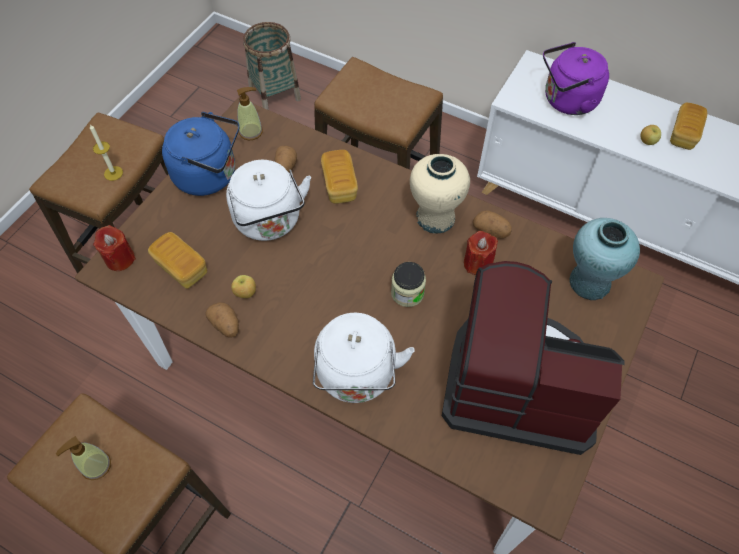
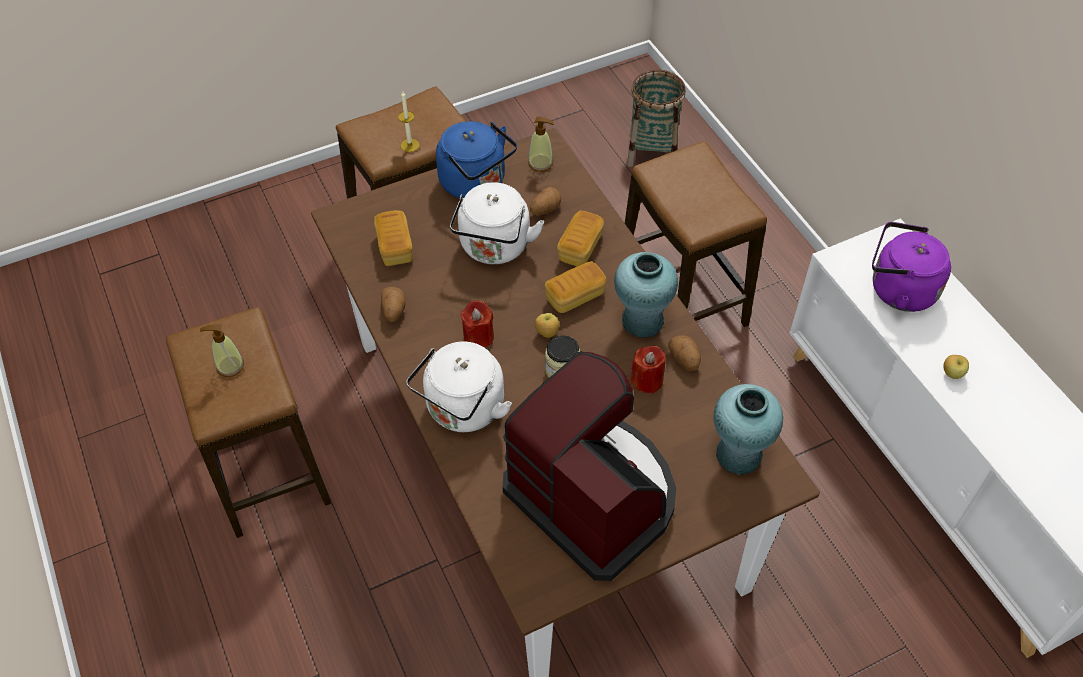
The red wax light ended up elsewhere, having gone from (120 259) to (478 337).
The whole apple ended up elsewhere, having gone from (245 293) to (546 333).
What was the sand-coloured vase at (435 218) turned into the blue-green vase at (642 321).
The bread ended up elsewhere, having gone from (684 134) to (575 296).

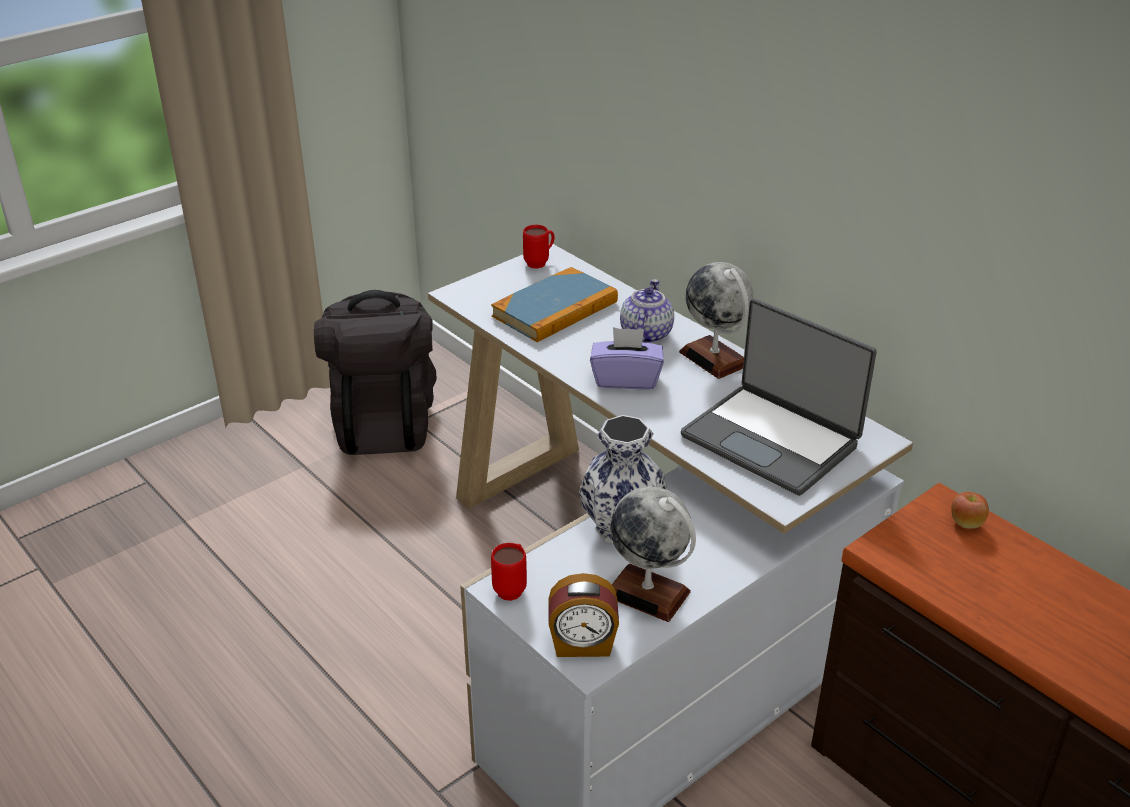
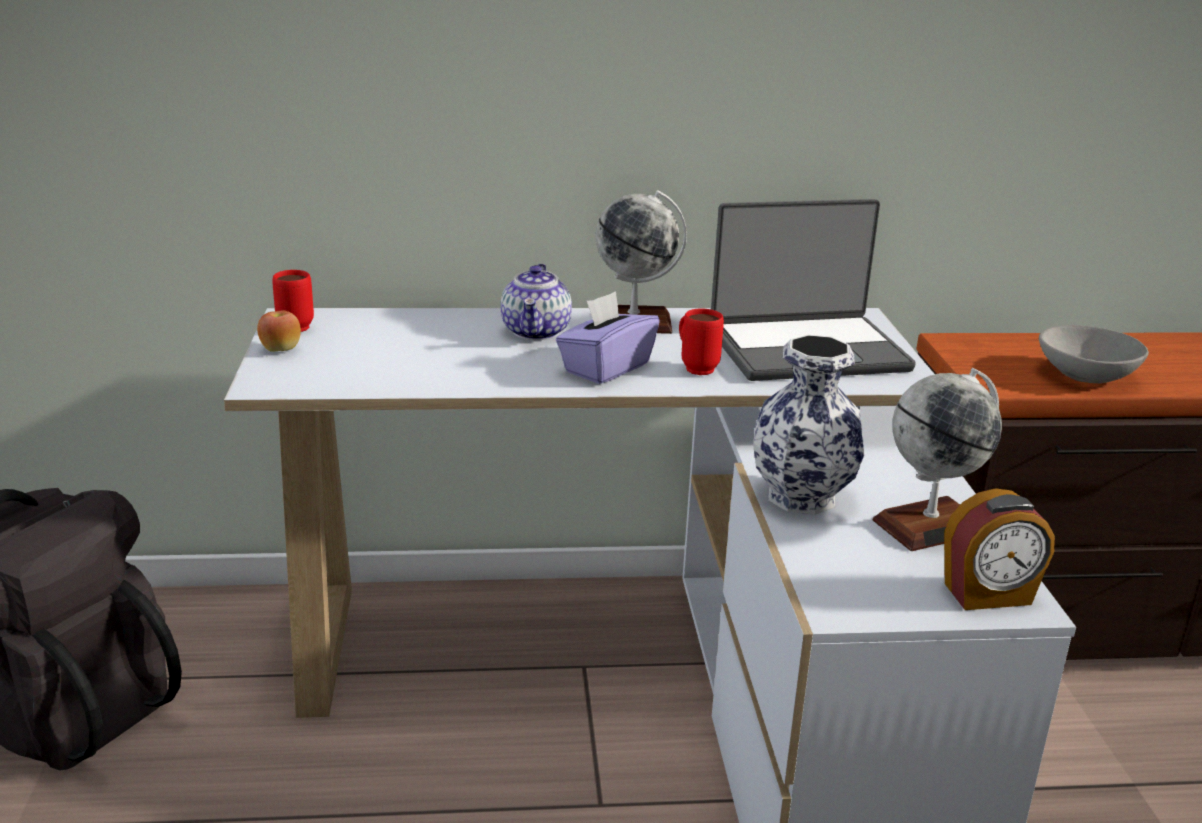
The second view lost the volume at (555 309).
The red coffee mug ended up elsewhere, having gone from (512 587) to (695 367).
The alarm clock at (583 645) ended up facing another way, 45 degrees clockwise from before.
The pot for tea at (645 334) ended up facing another way, 135 degrees counterclockwise from before.
The whole apple ended up elsewhere, having gone from (966 523) to (280 350).
The second view gained the greyish serving bowl at (1086 376).

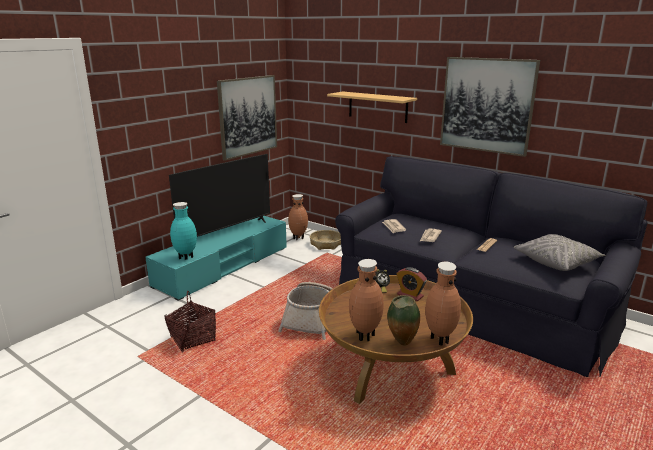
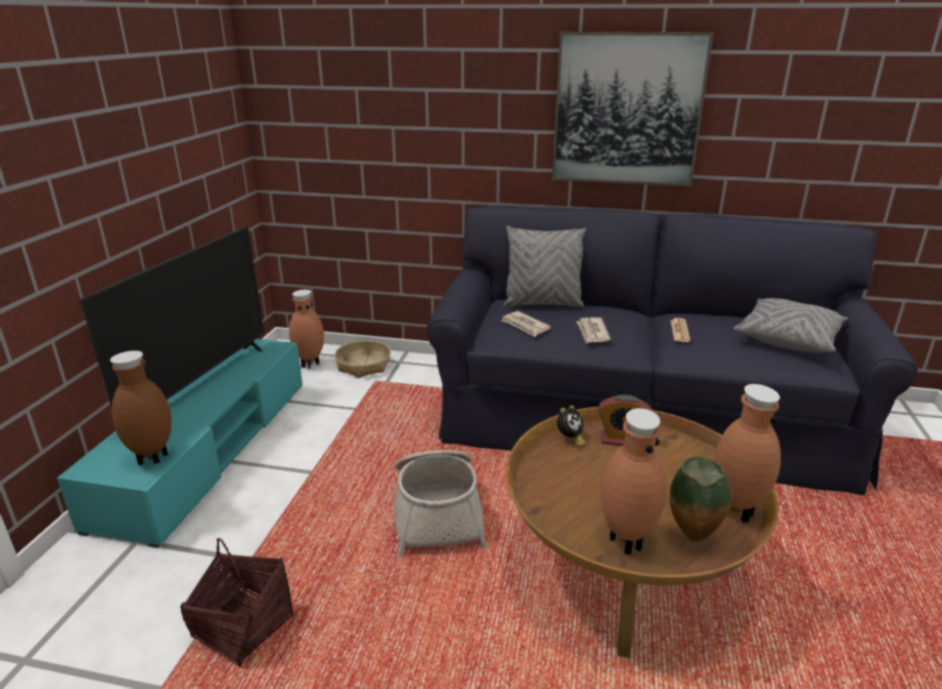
What was the blue-green vase at (186 258) turned into the brownish vase at (153 459).
The second view lost the wall picture at (248 116).
The second view lost the shelf at (377 107).
The second view gained the greyish throw pillow at (542 303).

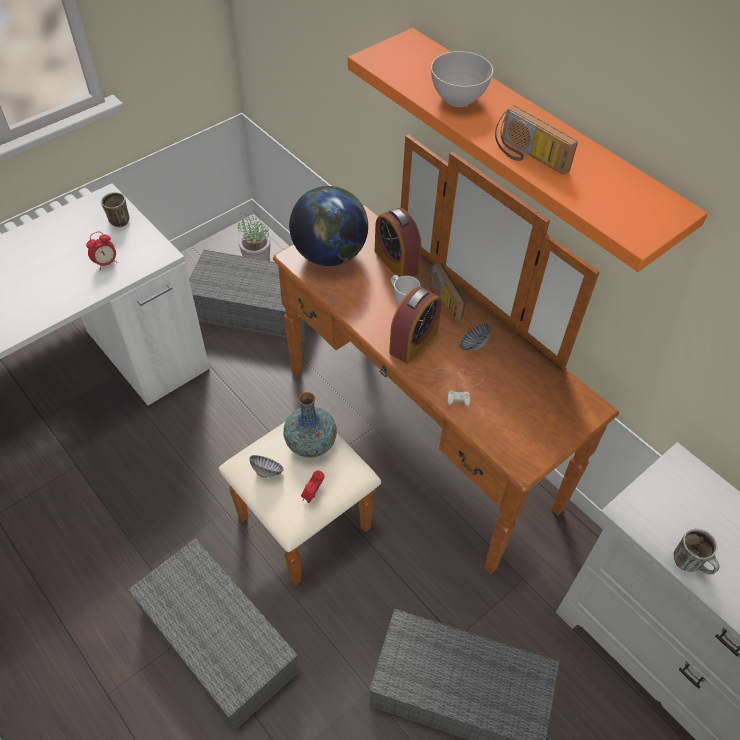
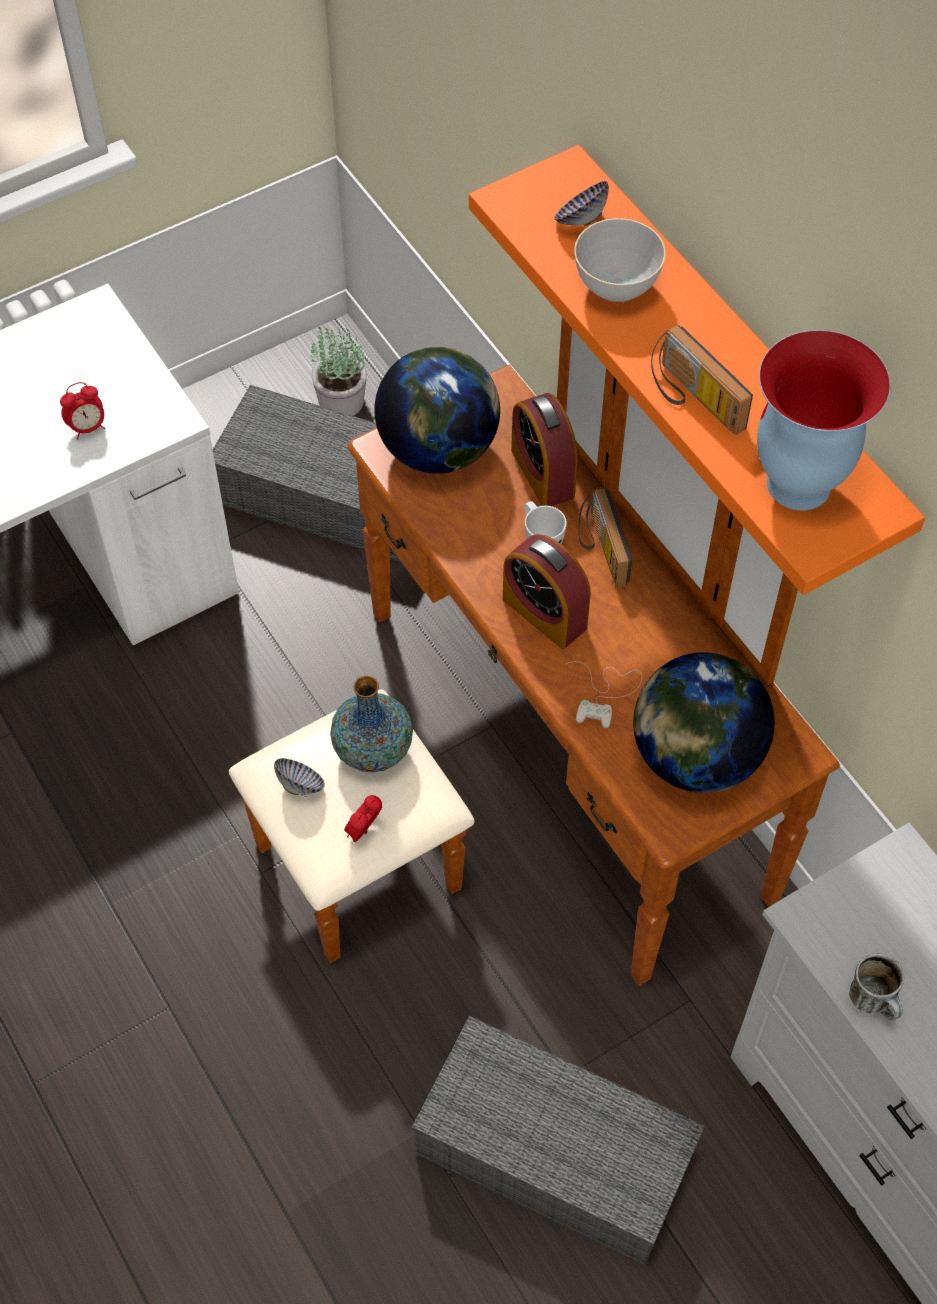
The second view lost the coffee mug at (117 220).
The second view lost the greyish storage bin at (221 640).
The alarm clock at (414 341) ended up facing another way, 90 degrees clockwise from before.
The serving bowl ended up elsewhere, having gone from (473 345) to (581 220).
The second view gained the globe at (695 756).
The second view gained the vase at (798 486).

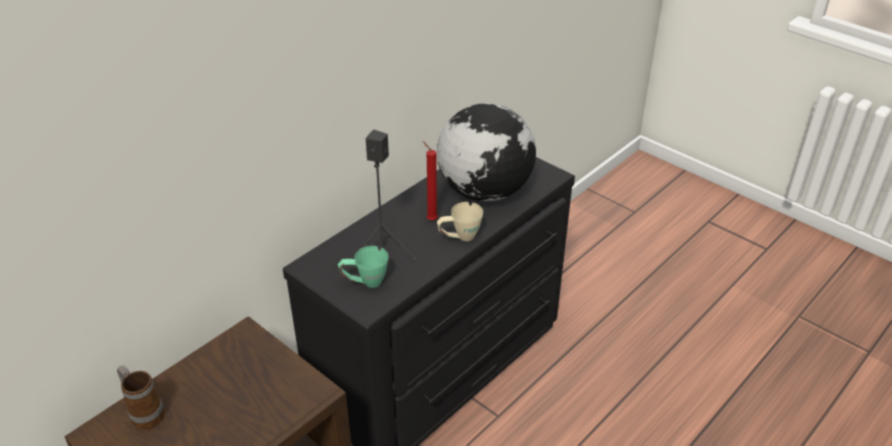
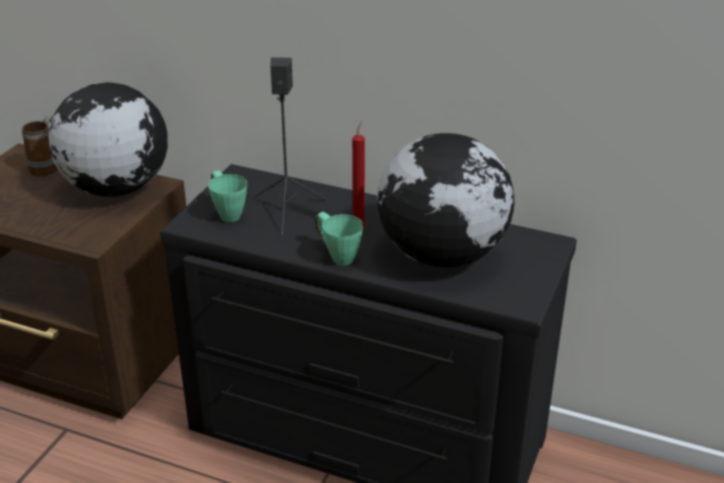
What was the sand-coloured coffee mug at (459 238) turned into the green coffee mug at (336 255).
The second view gained the globe at (115 188).

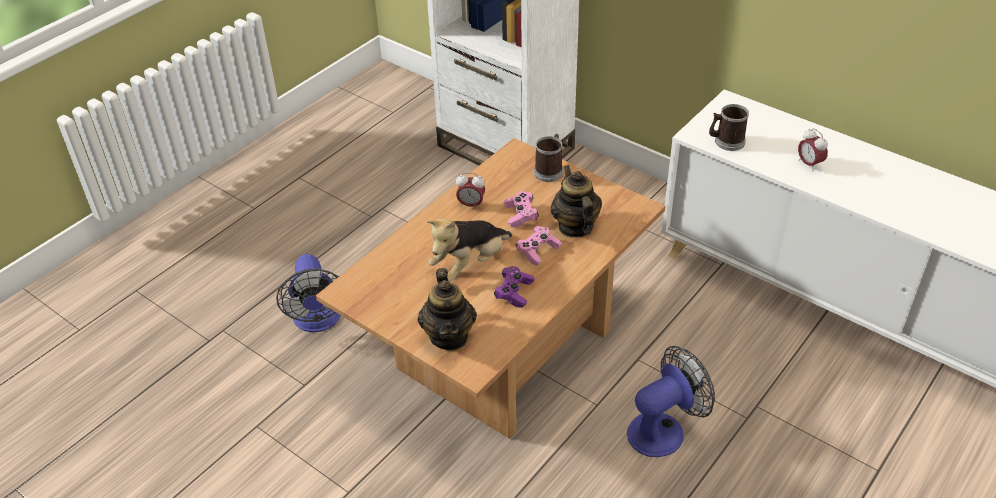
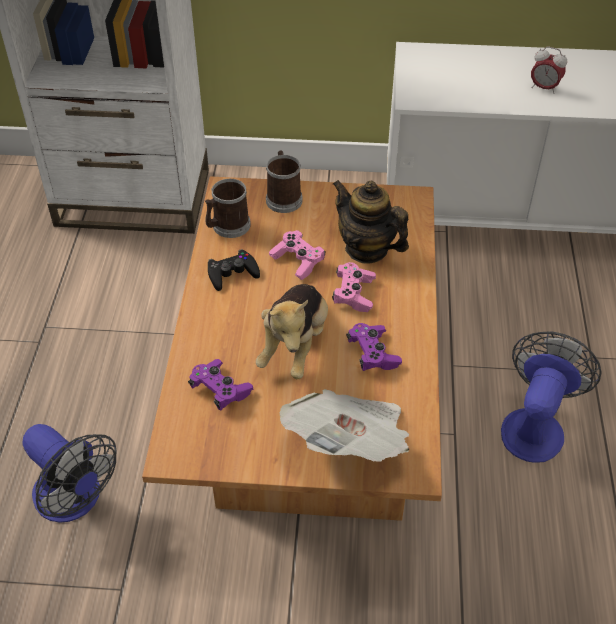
Where the pot for tea stood at (449 336), the daily paper came to stand at (349 443).
Where the alarm clock stood at (471 205), the blackish game controller came to stand at (232 274).
The coffee mug ended up elsewhere, having gone from (726 142) to (227 226).
The second view gained the purple game controller at (220 390).

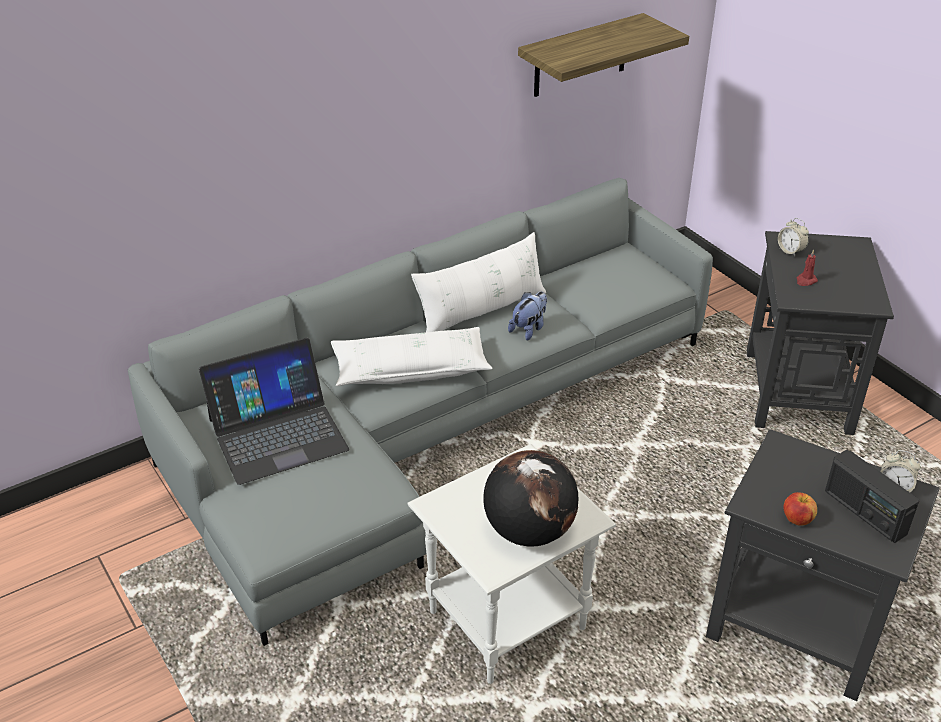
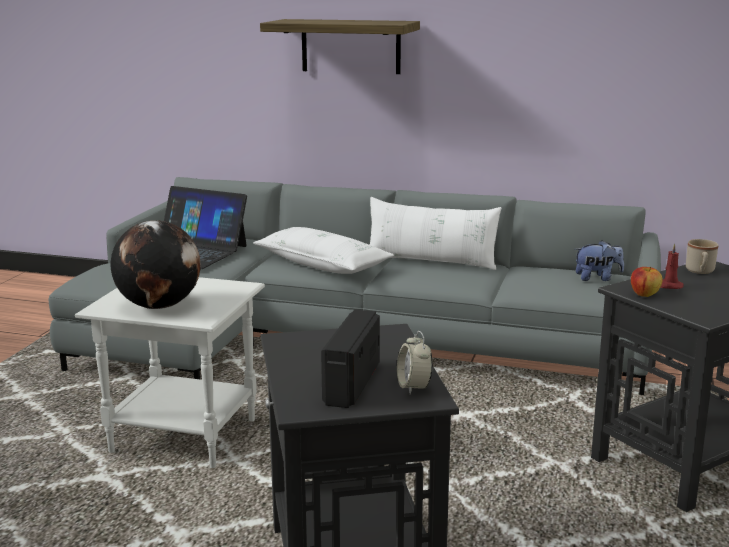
The soft toy ended up elsewhere, having gone from (529 329) to (597 278).
The shelf ended up elsewhere, having gone from (580 56) to (350 46).
Where the alarm clock stood at (790 251), the sand-coloured coffee mug came to stand at (700 271).
The whole apple ended up elsewhere, having gone from (797 519) to (644 294).

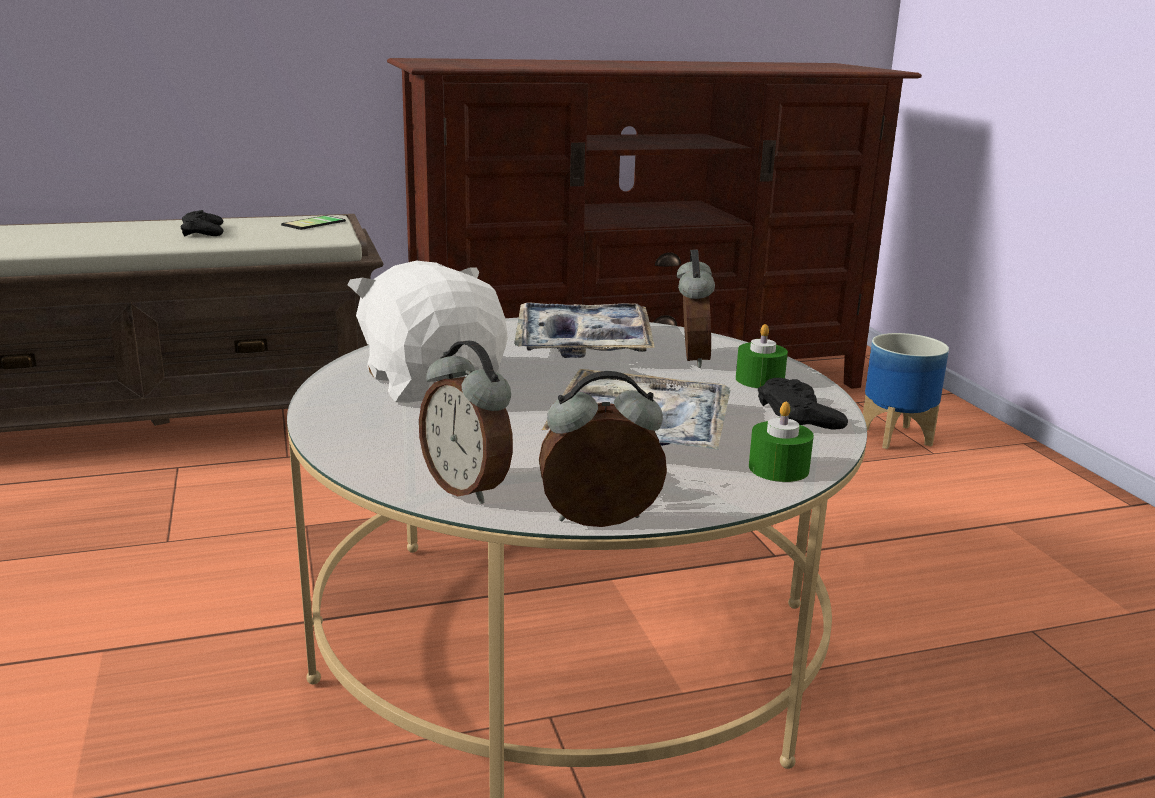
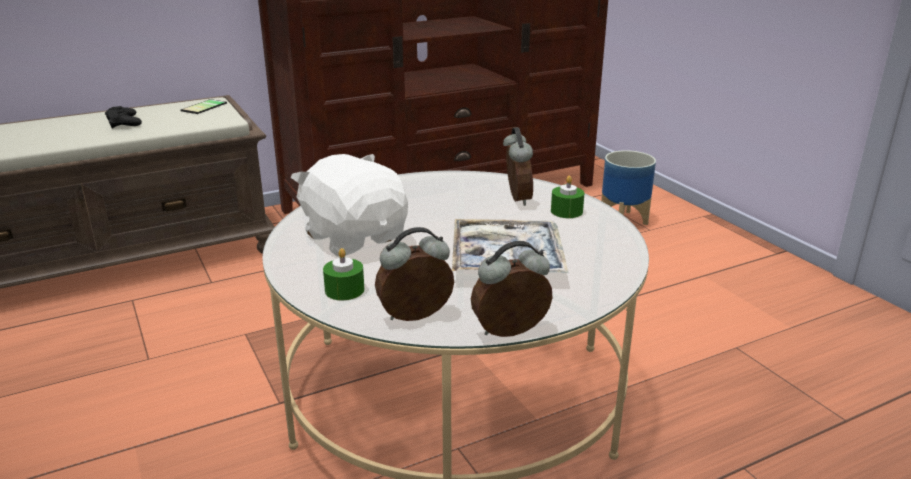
The alarm clock at (468 488) ended up facing another way, 120 degrees clockwise from before.
The second view lost the carrying tray at (583 344).
The green wax light ended up elsewhere, having gone from (778 468) to (344 290).
The second view lost the blackish game controller at (799 415).

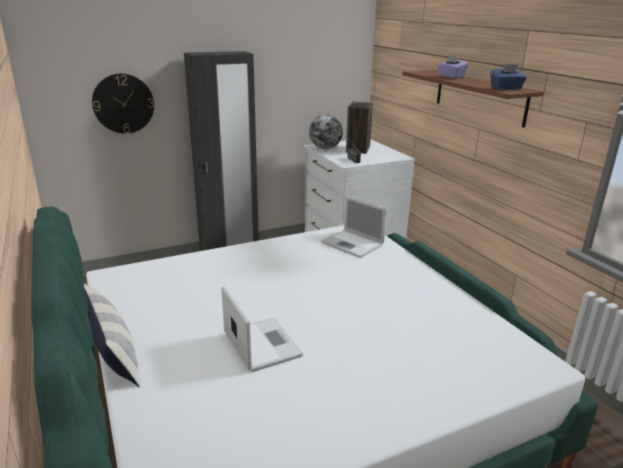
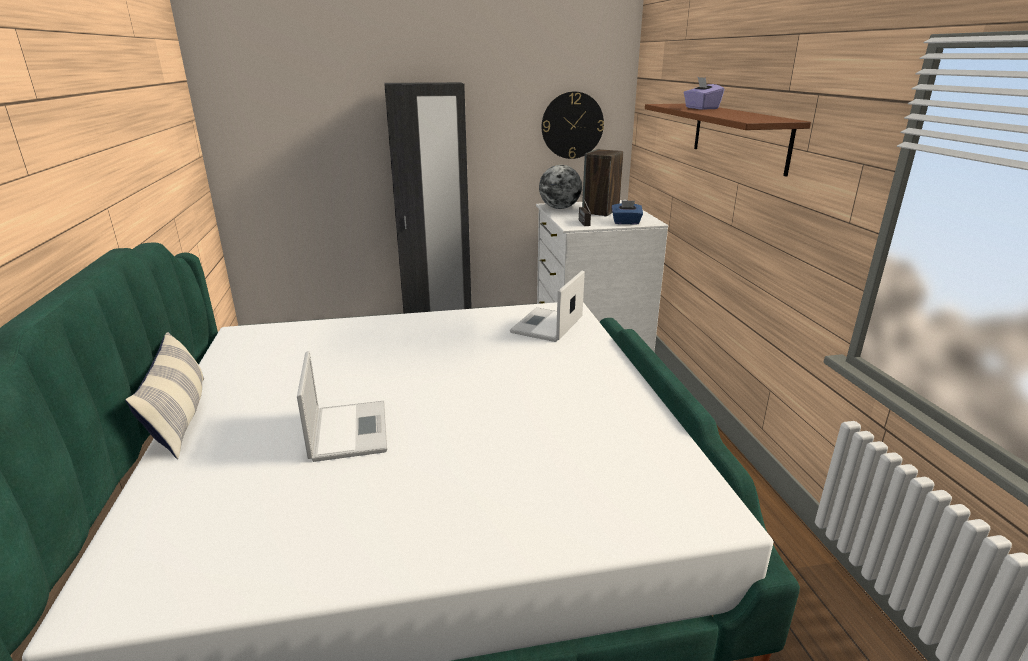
The clock on the wall ended up elsewhere, having gone from (123 103) to (572 125).
The notebook computer at (353 244) ended up facing another way, 60 degrees clockwise from before.
The bluish tissue box ended up elsewhere, having gone from (506 88) to (626 222).

